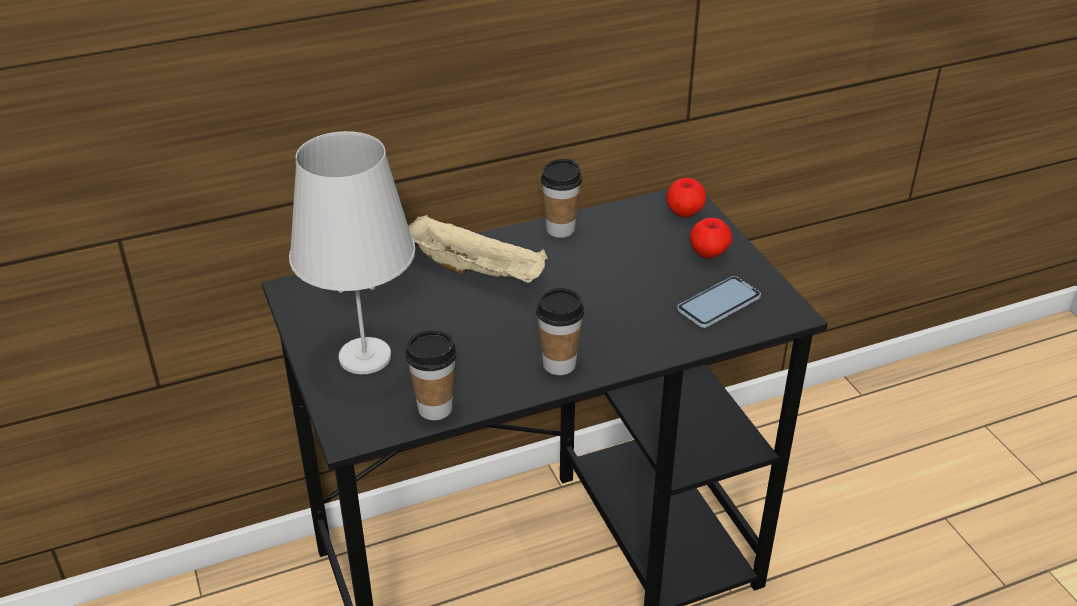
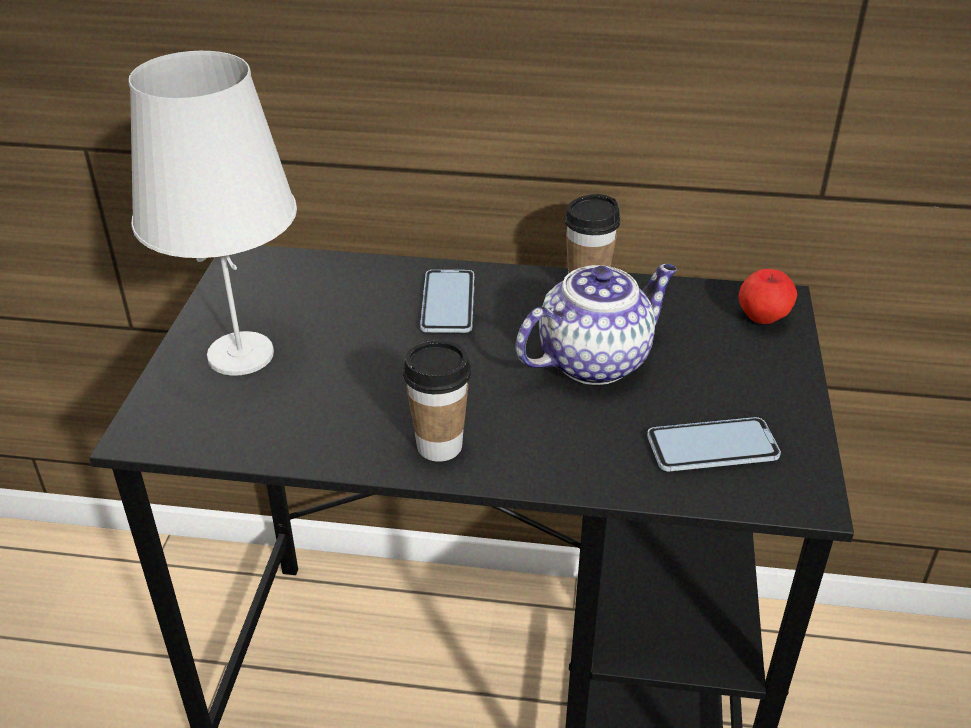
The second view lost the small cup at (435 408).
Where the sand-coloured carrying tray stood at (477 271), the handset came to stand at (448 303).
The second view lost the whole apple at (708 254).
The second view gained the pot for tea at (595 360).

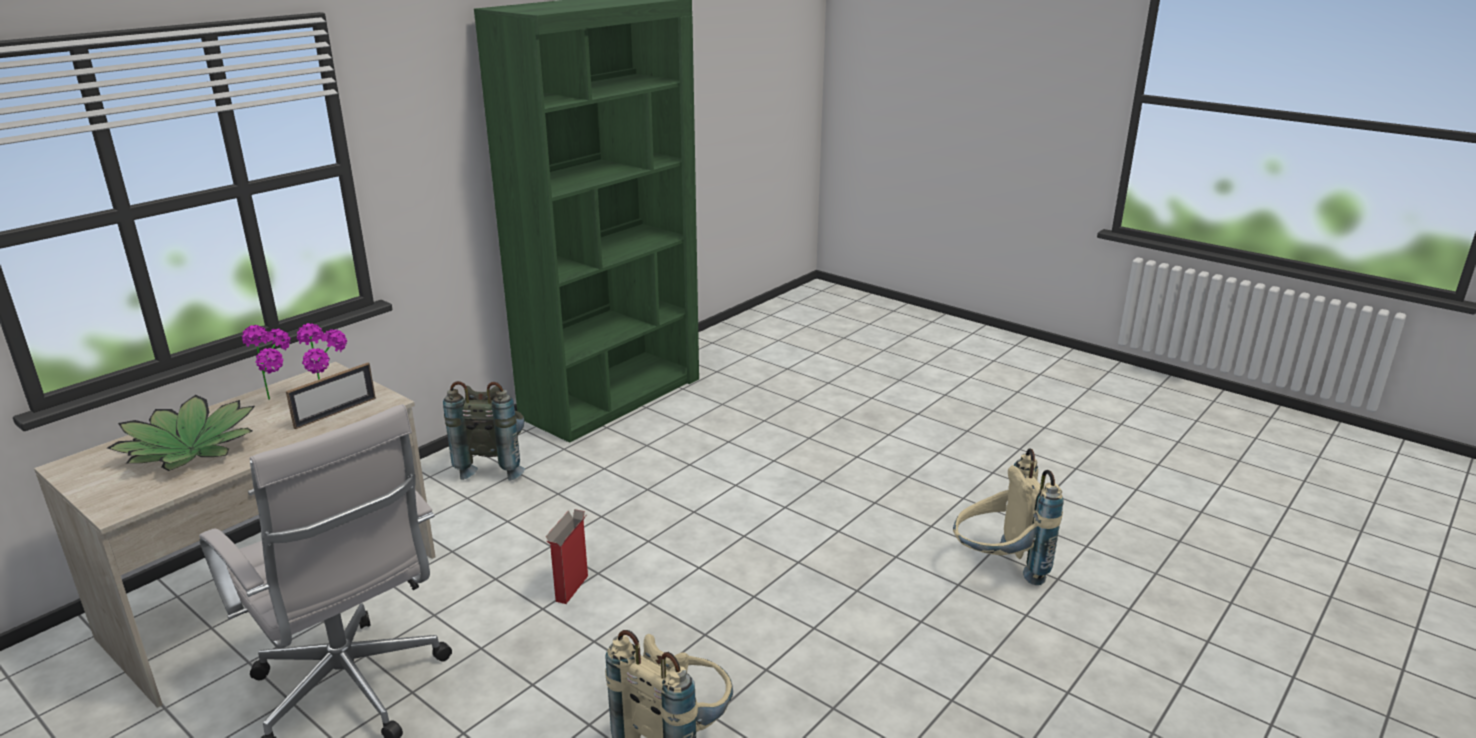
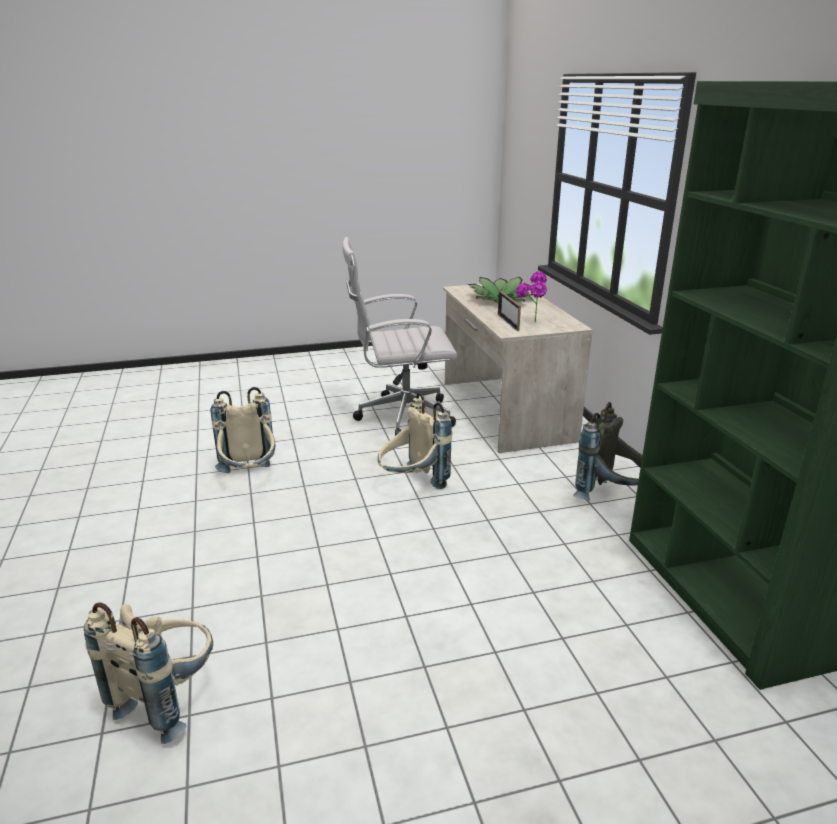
The second view lost the plant in a pot at (280 398).
Where the packing box stood at (571 589), the sand-coloured backpack came to stand at (412 485).

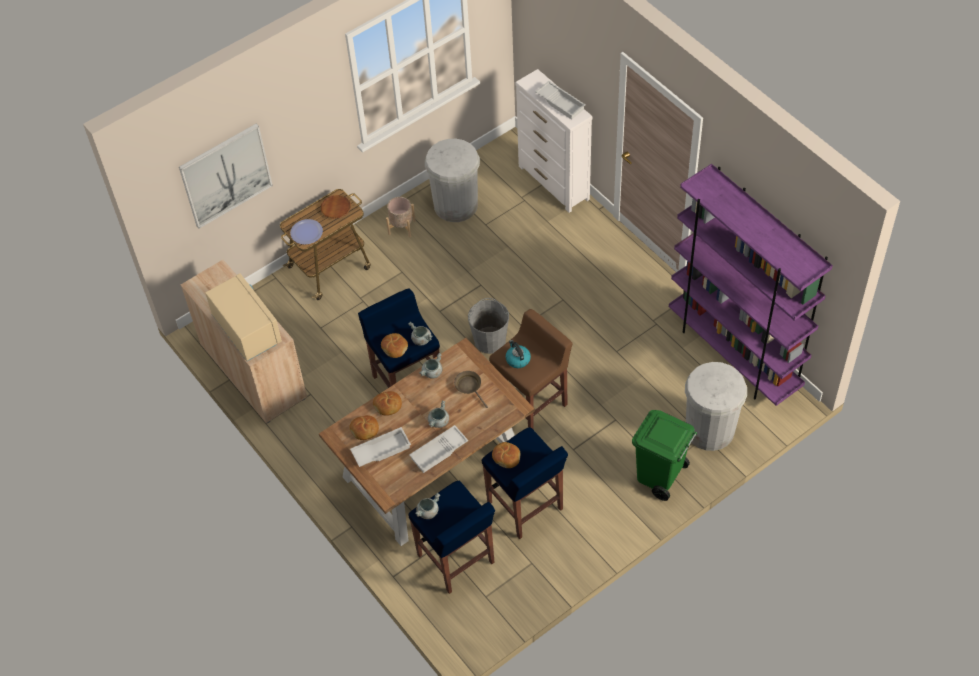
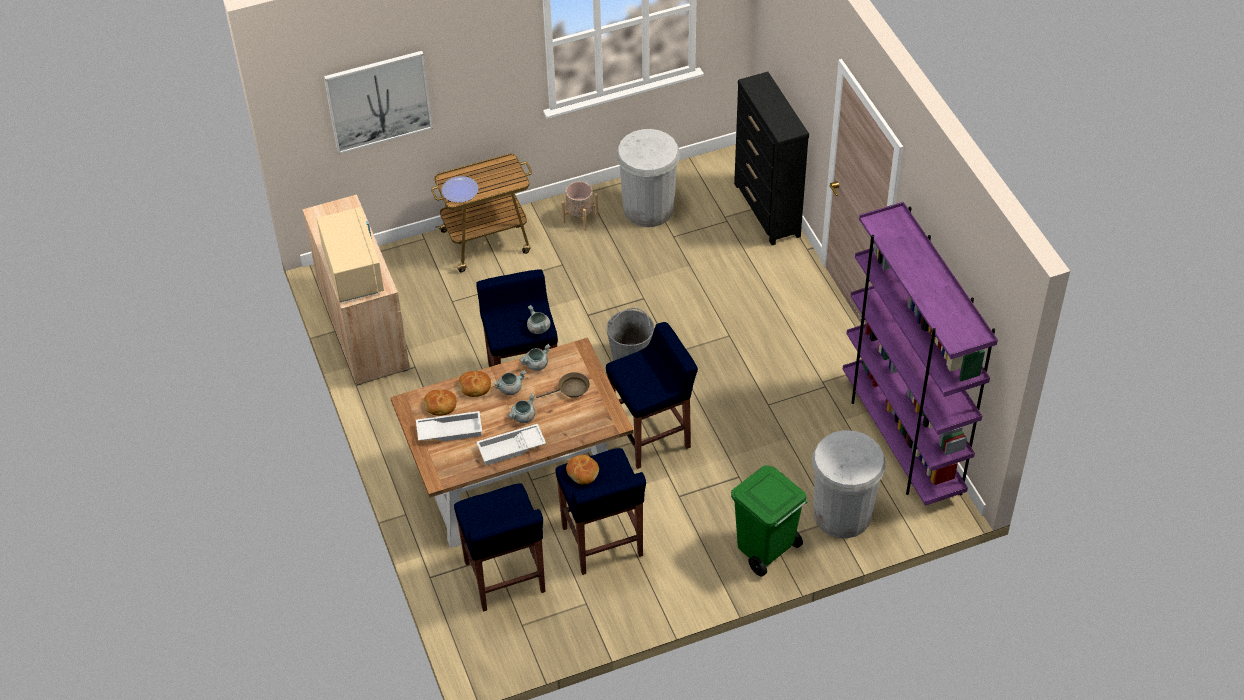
The second view lost the brownish flat dish at (336 208).
The second view lost the bread at (395 347).
The greyish stockpot ended up elsewhere, having gone from (427 511) to (510 388).
The brownish pan at (469 387) ended up facing another way, 90 degrees clockwise from before.
What was the brownish stool at (532 403) turned into the bluish stool at (652 436).
The second view lost the tea kettle at (517 359).
What was the white dresser at (554 183) turned into the blackish dresser at (767 210).
The second view lost the white carrying tray at (561 102).

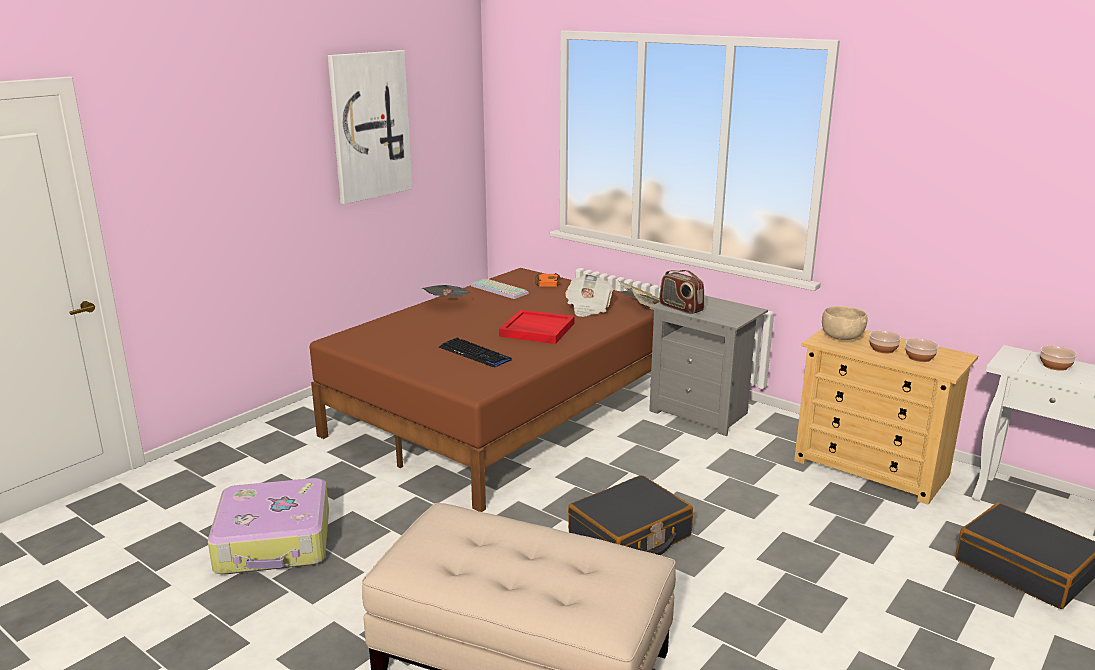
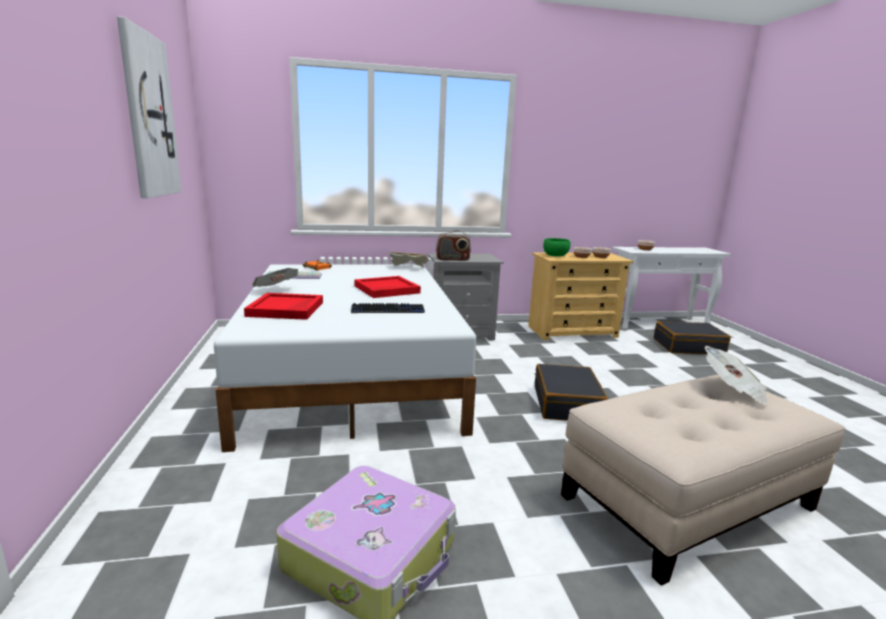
What was the brownish sleeping bed at (505 411) turned into the white sleeping bed at (352 372).
The daily paper ended up elsewhere, having gone from (588 308) to (733 390).
What was the sand-coloured serving bowl at (841 337) turned into the green serving bowl at (555 256).
The second view gained the red carrying tray at (286 309).

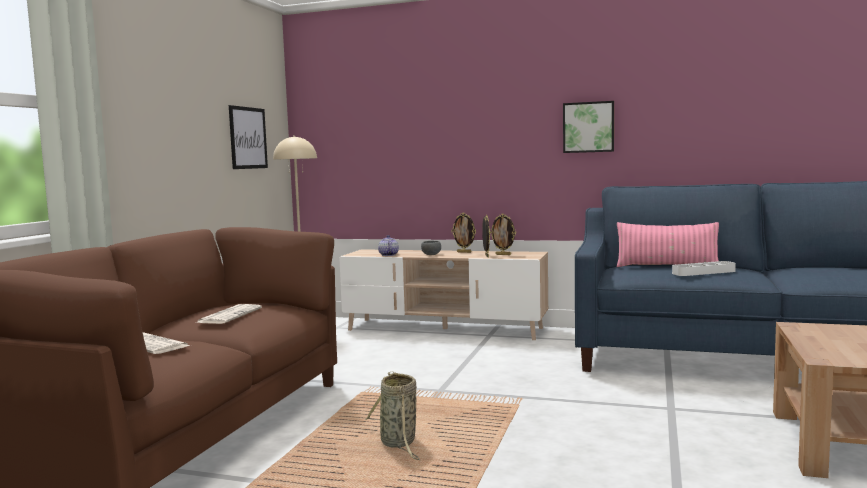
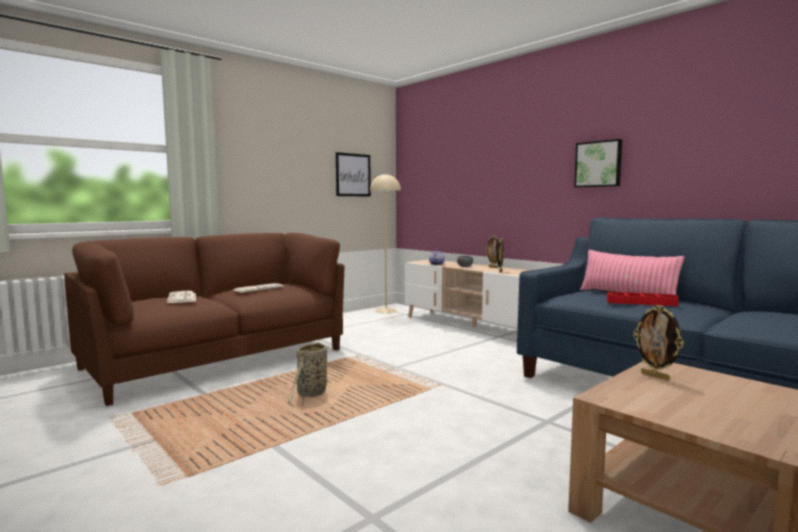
The photo frame ended up elsewhere, having gone from (503 254) to (655 376).
What was the white carrying tray at (703 272) turned into the red carrying tray at (641 302).

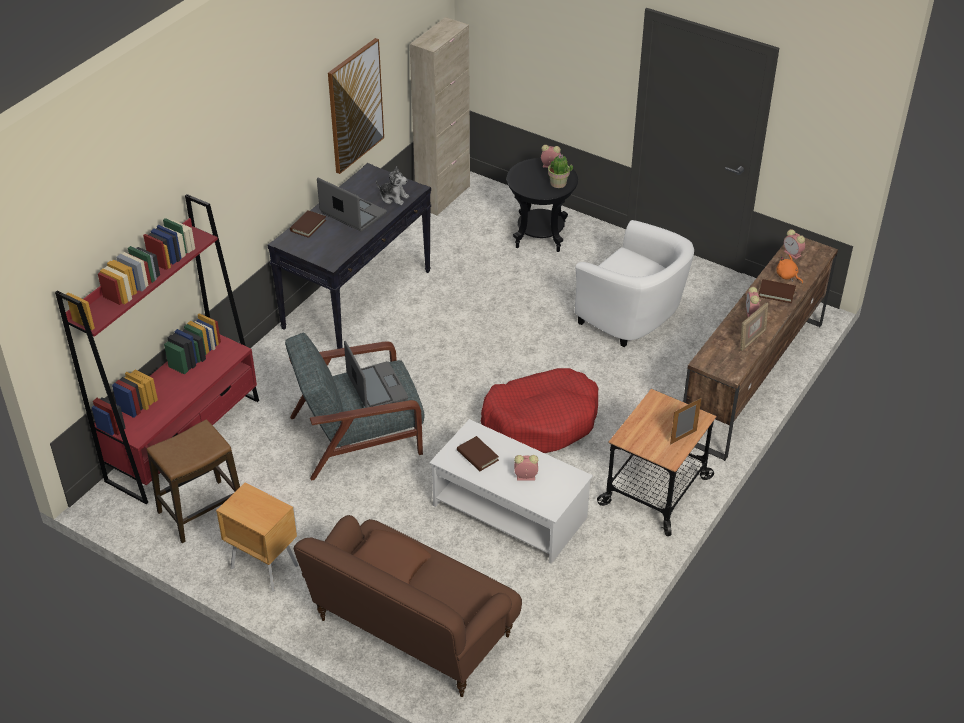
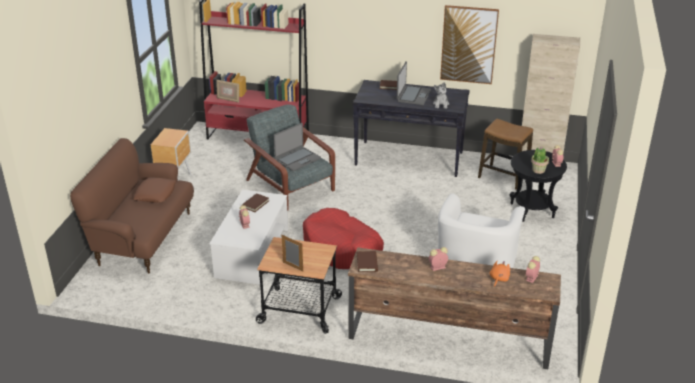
The stool ended up elsewhere, having gone from (201 511) to (503 177).
The photo frame ended up elsewhere, having gone from (751 339) to (228 100).
The brownish volume ended up elsewhere, having gone from (776 293) to (367 263).

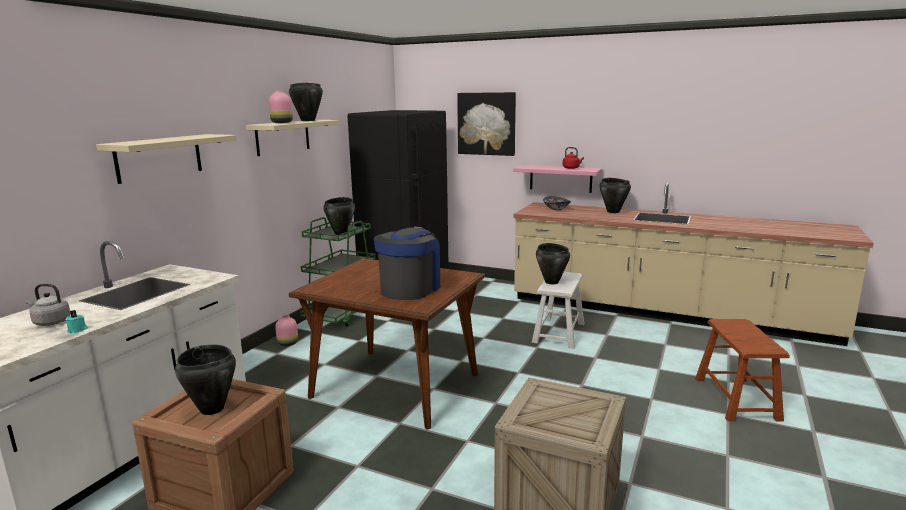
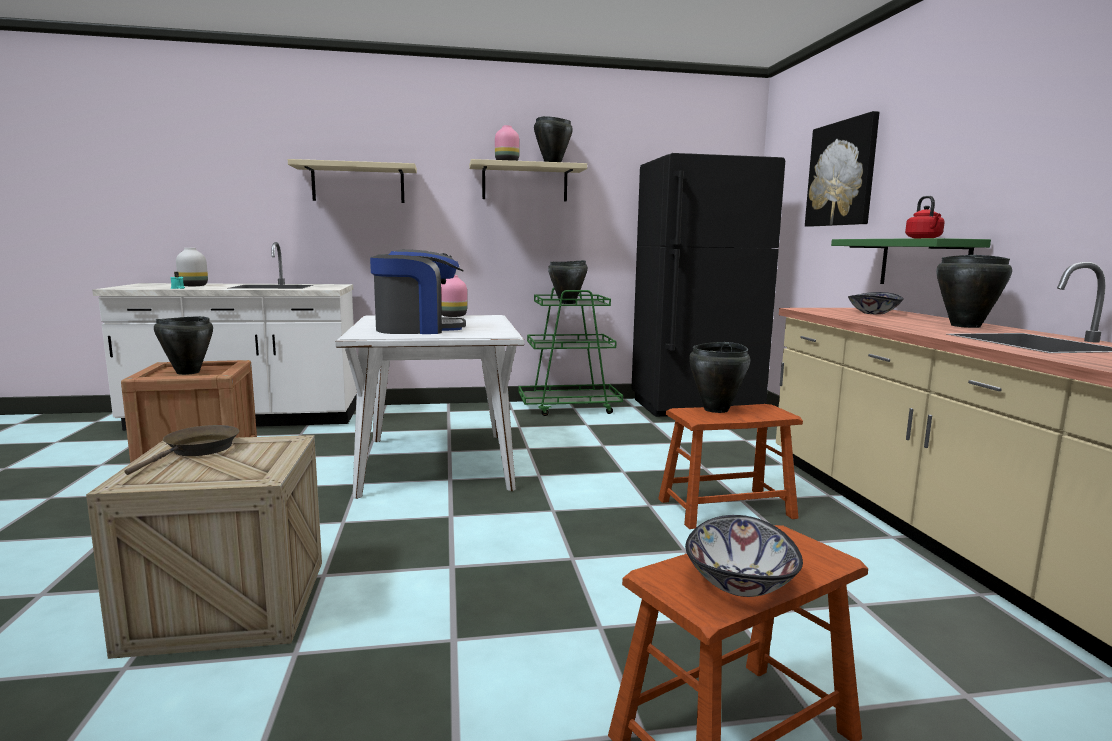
Where the greyish tea kettle stood at (50 322), the white vase came to stand at (193 286).
The pink vase ended up elsewhere, having gone from (287 343) to (452 316).
What was the brownish dinner table at (395 385) turned into the white dinner table at (436 463).
What was the pink shelf at (560 178) turned into the green shelf at (923 263).
What was the white stool at (559 333) turned into the brownish stool at (726 508).
The second view gained the brownish pan at (198 450).
The second view gained the serving bowl at (738 583).

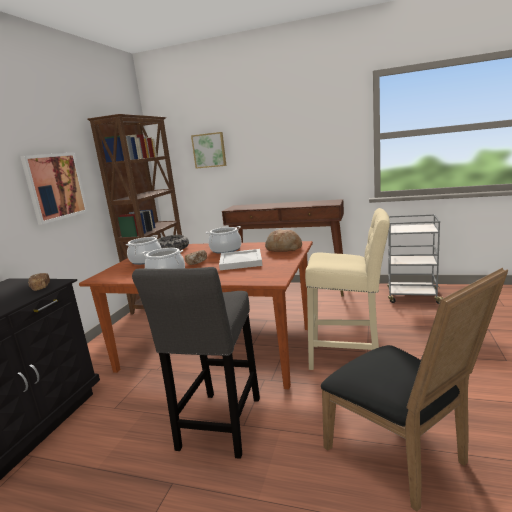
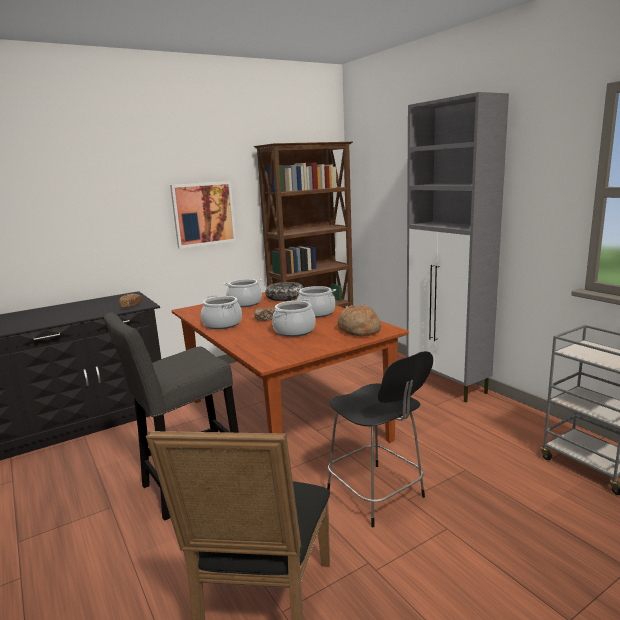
The second view lost the wall picture at (209 150).
Where the white carrying tray stood at (240 261), the stockpot came to stand at (294 331).
Where the brownish hall table stood at (289 288), the greyish storage cabinet came to stand at (447 385).
Where the sand-coloured stool stood at (350 358), the blackish plain chair came to stand at (377 495).

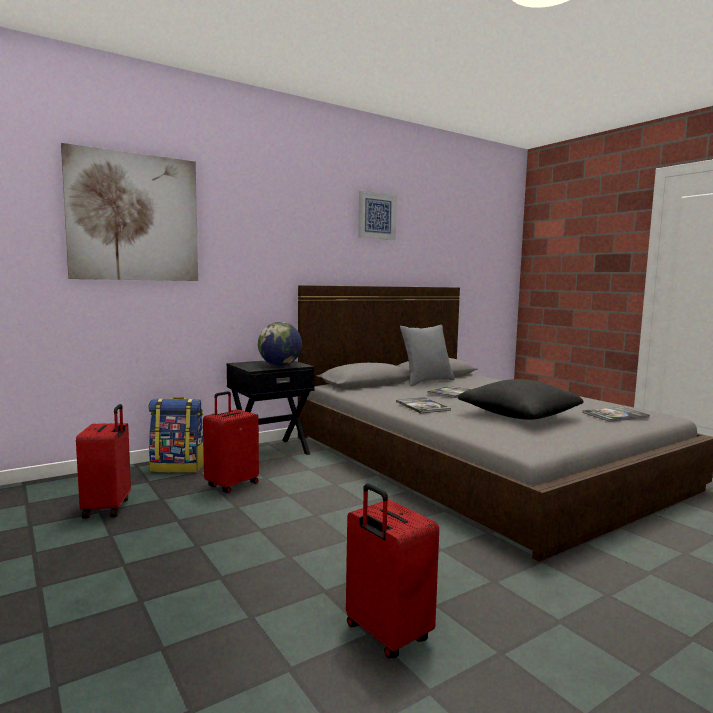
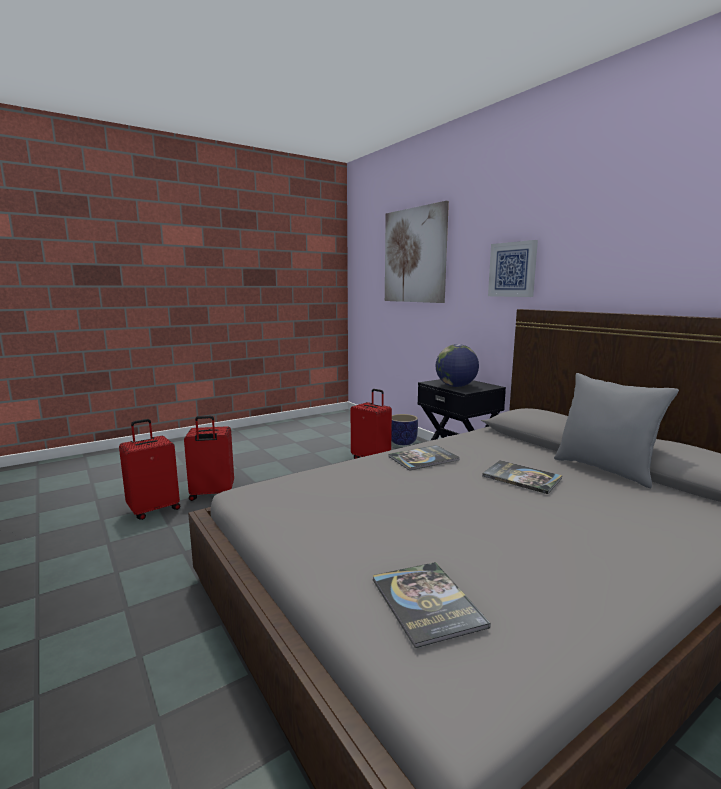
The red travel case ended up elsewhere, having gone from (108 508) to (211 495).
Where the backpack stood at (178 467), the planter came to stand at (403 442).
The wall picture ended up elsewhere, having gone from (376 216) to (512 269).
The second view lost the blackish throw pillow at (519 415).

